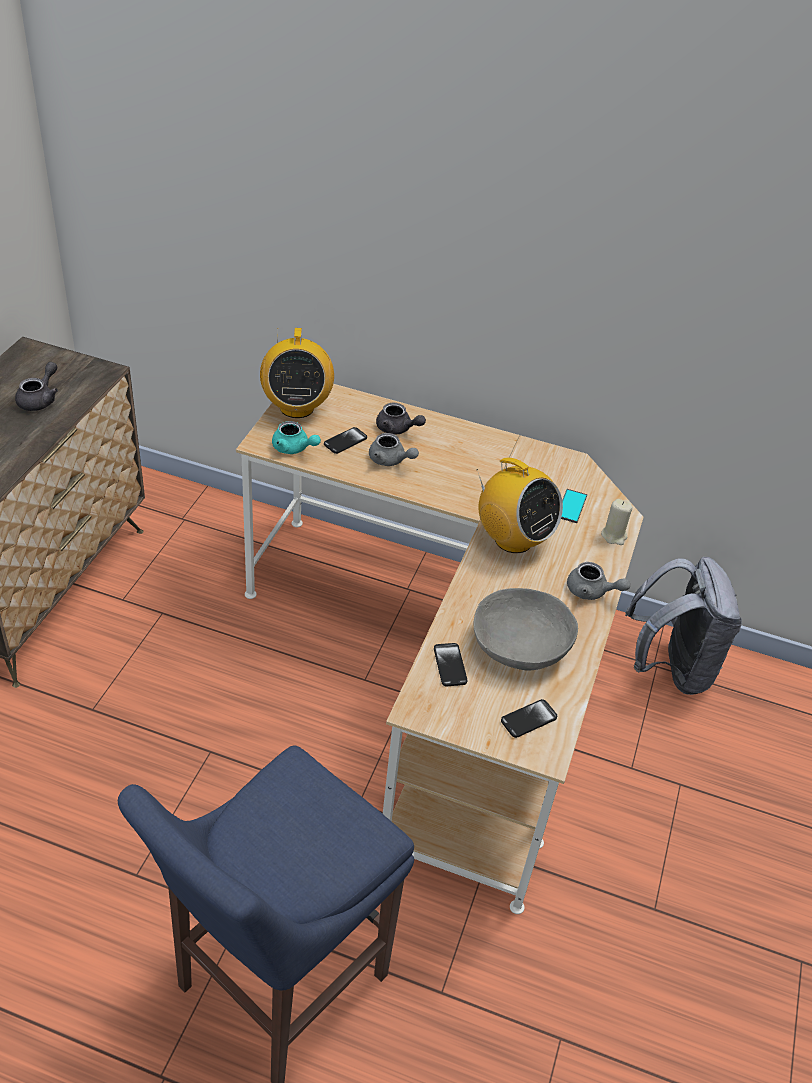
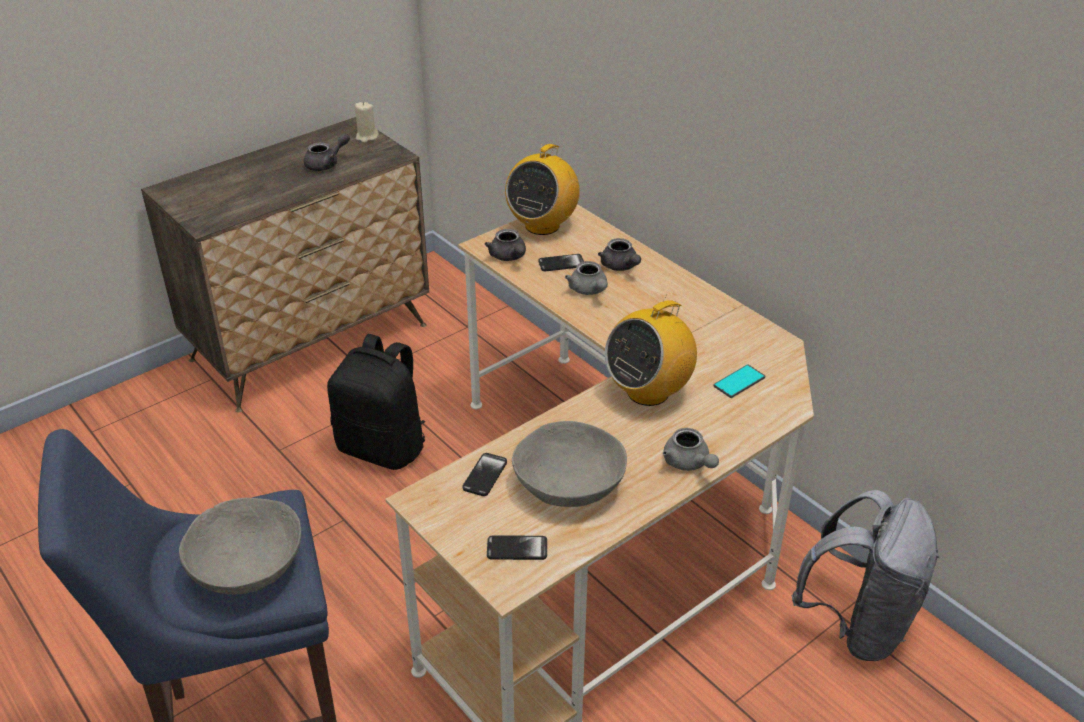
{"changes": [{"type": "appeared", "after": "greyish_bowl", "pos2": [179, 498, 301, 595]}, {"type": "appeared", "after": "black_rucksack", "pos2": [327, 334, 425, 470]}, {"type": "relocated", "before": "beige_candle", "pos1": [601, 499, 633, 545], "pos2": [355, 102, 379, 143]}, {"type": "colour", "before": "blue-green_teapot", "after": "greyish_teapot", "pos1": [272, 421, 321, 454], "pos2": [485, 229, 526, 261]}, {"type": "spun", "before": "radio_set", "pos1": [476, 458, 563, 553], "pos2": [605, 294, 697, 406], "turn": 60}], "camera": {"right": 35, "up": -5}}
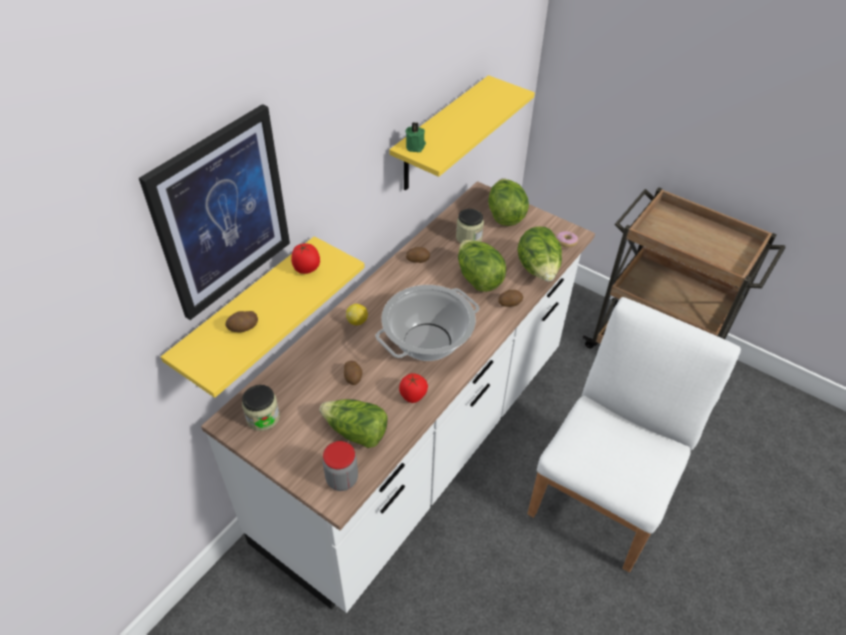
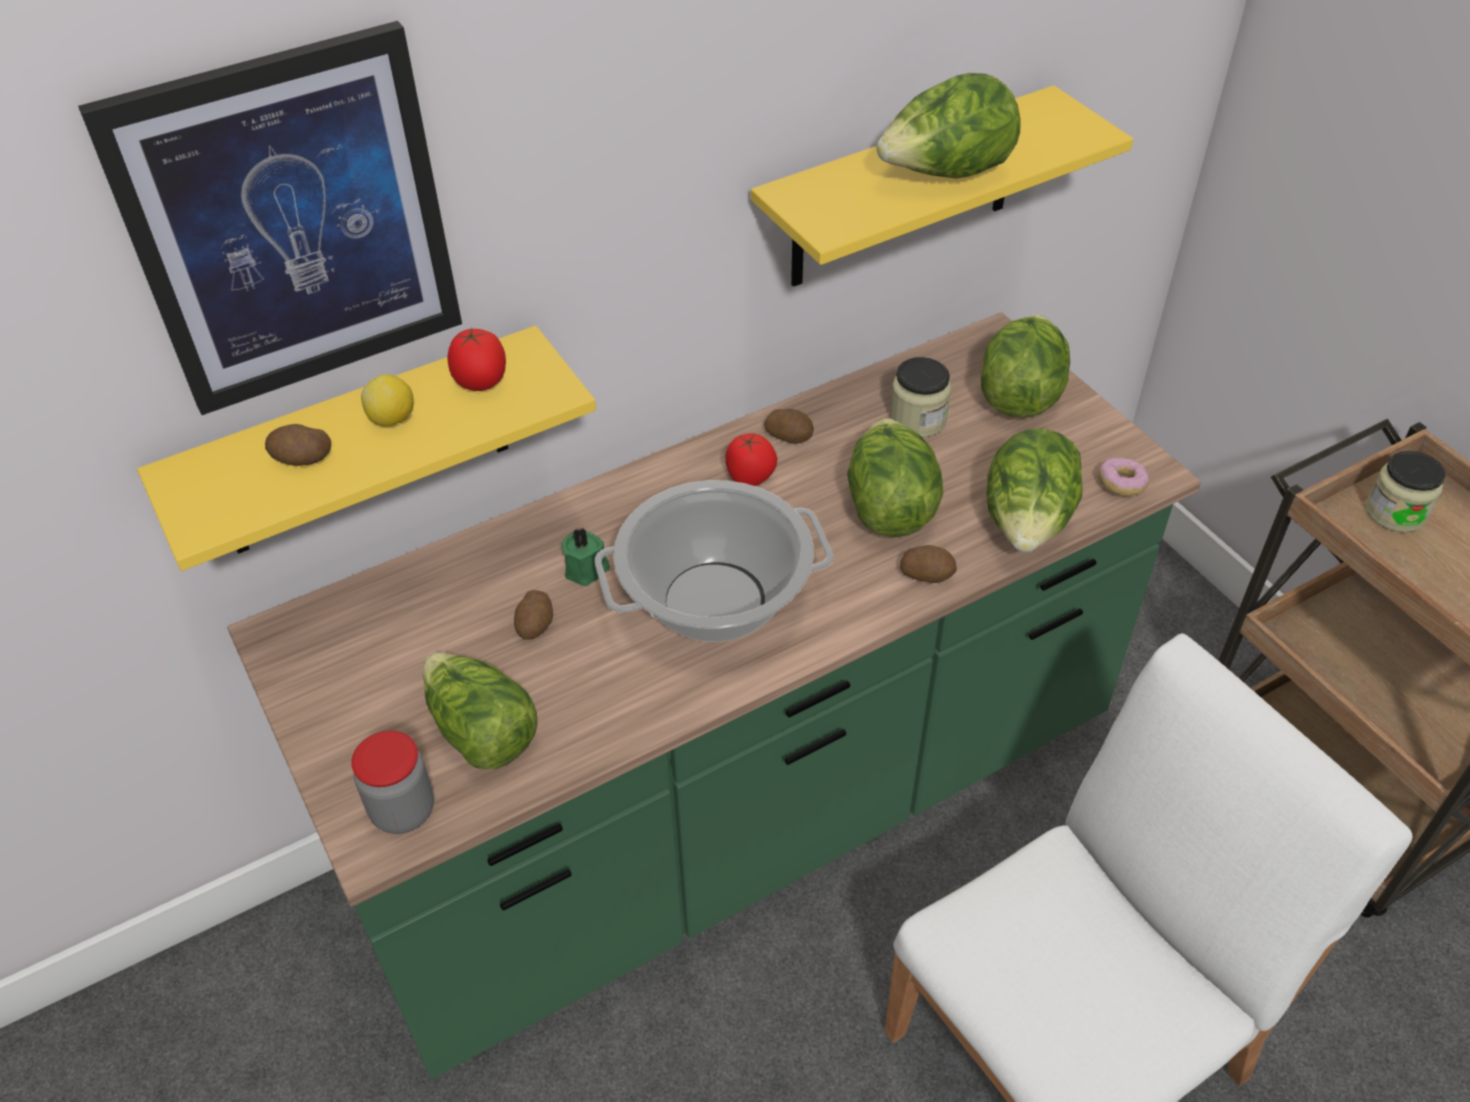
{"changes": [{"type": "appeared", "after": "lettuce_head", "pos2": [876, 73, 1021, 179]}, {"type": "relocated", "before": "preserve_jar", "pos1": [242, 385, 280, 431], "pos2": [1366, 451, 1445, 533]}, {"type": "relocated", "before": "citrus_fruit", "pos1": [346, 304, 368, 325], "pos2": [361, 374, 414, 427]}, {"type": "relocated", "before": "fresh_tomato", "pos1": [399, 373, 428, 403], "pos2": [725, 433, 777, 486]}, {"type": "relocated", "before": "green-coloured_candle", "pos1": [406, 122, 426, 152], "pos2": [562, 527, 610, 586]}, {"type": "colour", "before": "white_kitchen_counter", "after": "green-coloured_kitchen_counter", "pos1": [201, 181, 595, 613], "pos2": [227, 312, 1201, 1079]}], "camera": {"right": 25, "up": 0}}
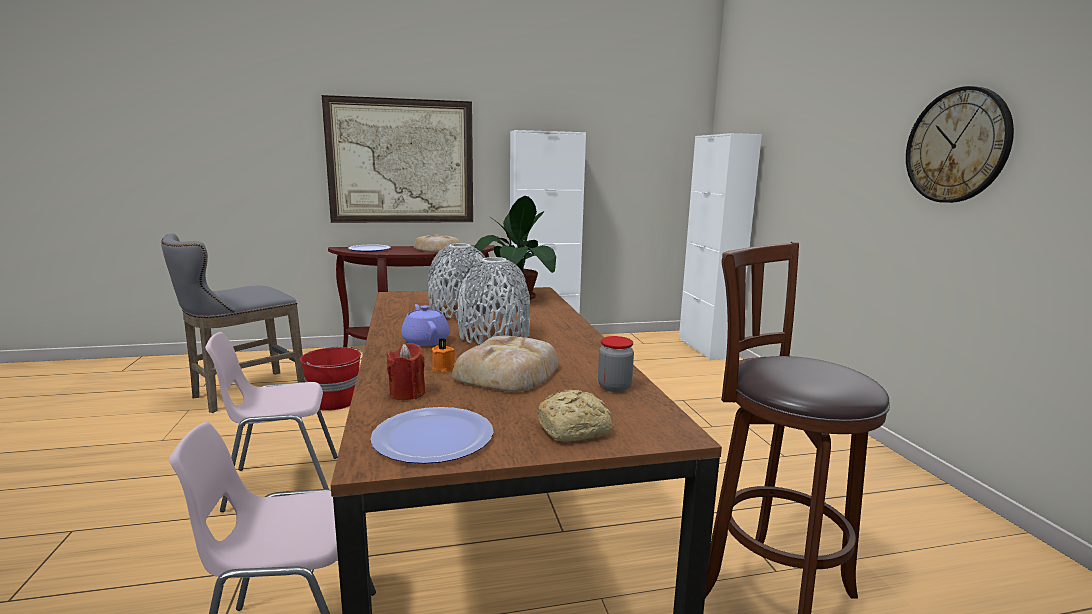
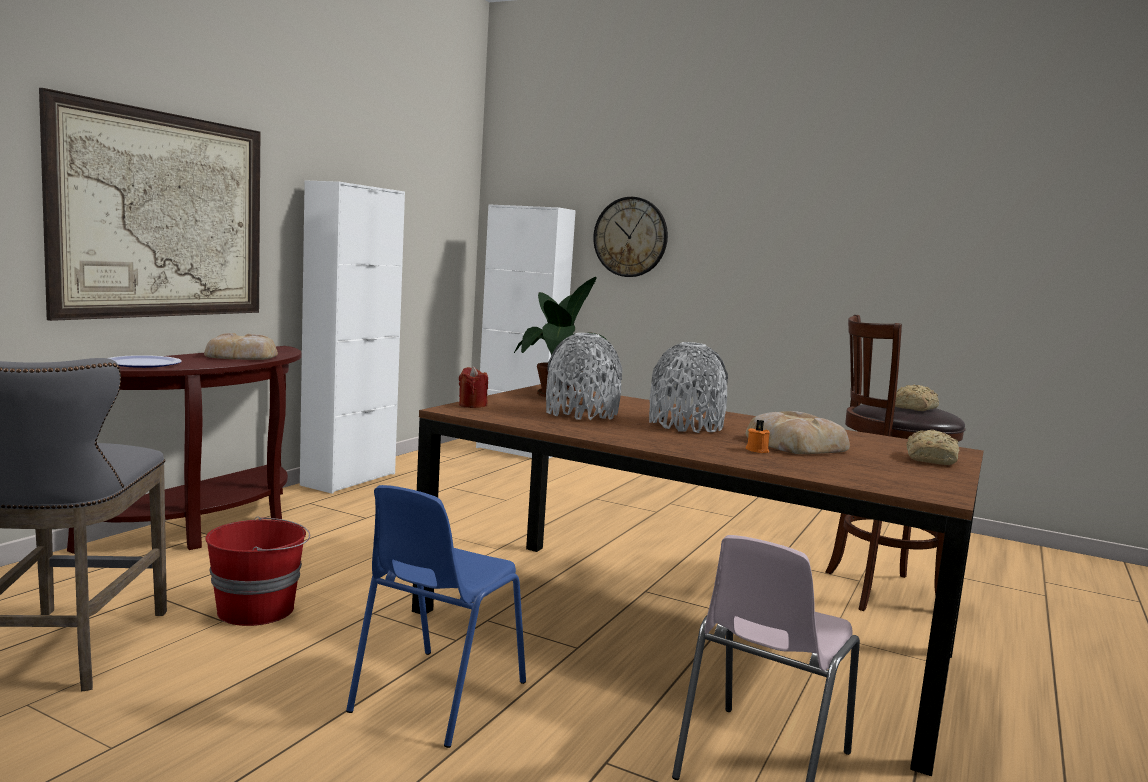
{"changes": [{"type": "missing", "before": "flat_dish", "pos1": [370, 407, 493, 464]}, {"type": "missing", "before": "purplish_teapot", "pos1": [401, 304, 450, 346]}, {"type": "missing", "before": "preserve_jar", "pos1": [598, 336, 634, 392]}, {"type": "appeared", "after": "baked_bread", "pos2": [895, 385, 939, 411]}, {"type": "relocated", "before": "red_candle", "pos1": [387, 343, 425, 400], "pos2": [459, 366, 488, 408]}, {"type": "relocated", "before": "clock_on_the_wall", "pos1": [906, 86, 1014, 203], "pos2": [593, 197, 668, 277]}, {"type": "colour", "before": "pinkish_chair", "after": "bluish_chair", "pos1": [205, 332, 338, 512], "pos2": [346, 485, 526, 748]}], "camera": {"right": -50, "up": -5}}
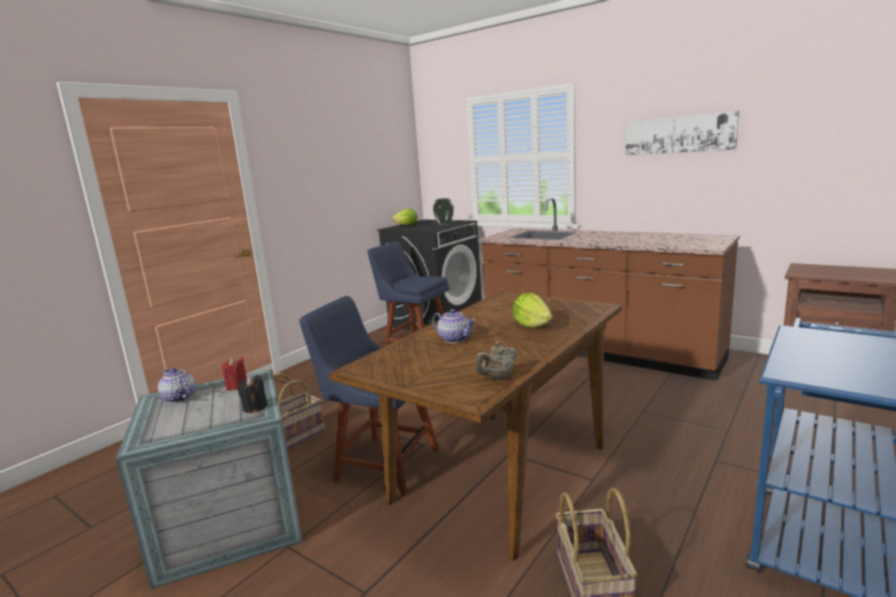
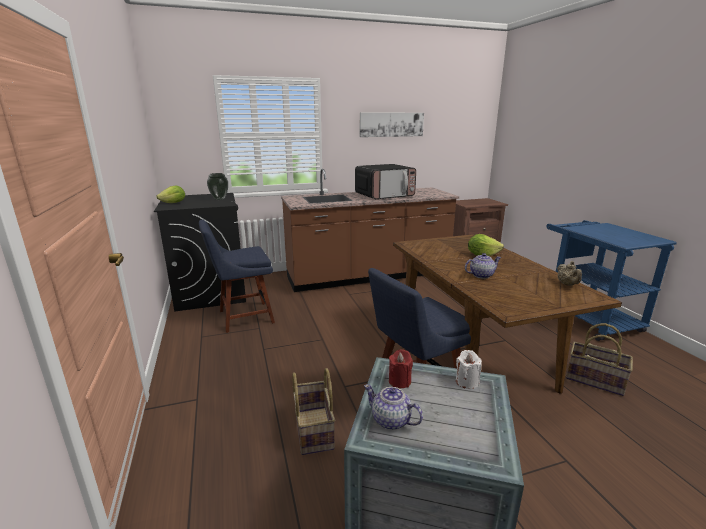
{"changes": [{"type": "appeared", "after": "microwave_oven", "pos2": [355, 164, 416, 199]}, {"type": "colour", "before": "black_candle", "after": "white_candle", "pos1": [238, 375, 268, 413], "pos2": [456, 350, 482, 389]}, {"type": "spun", "before": "teapot", "pos1": [158, 368, 196, 403], "pos2": [364, 384, 423, 430], "turn": 45}], "camera": {"right": -55, "up": 5}}
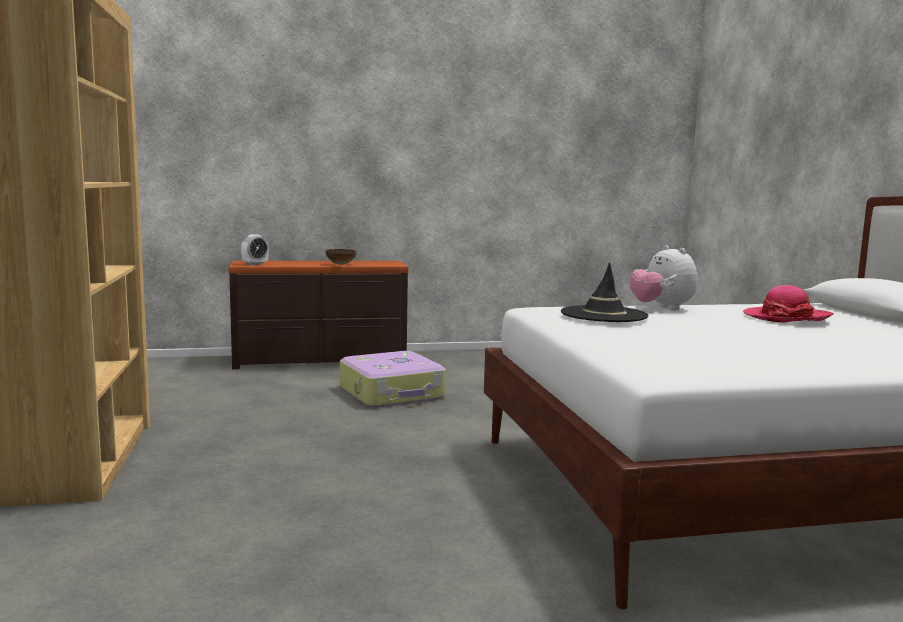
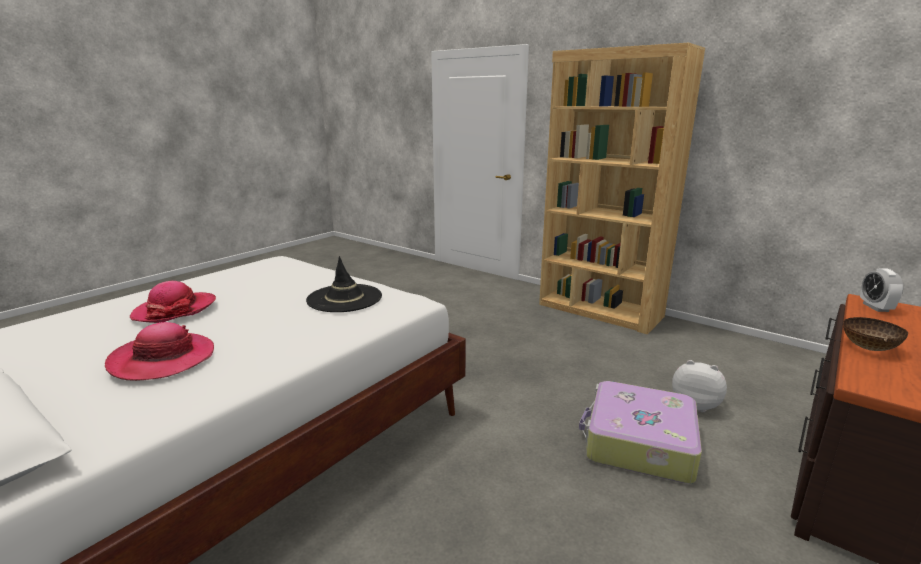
{"changes": [{"type": "appeared", "after": "wearable_hat", "pos2": [130, 281, 216, 323]}, {"type": "relocated", "before": "cuddly_toy", "pos1": [629, 245, 697, 310], "pos2": [672, 360, 727, 412]}], "camera": {"right": 140, "up": 10}}
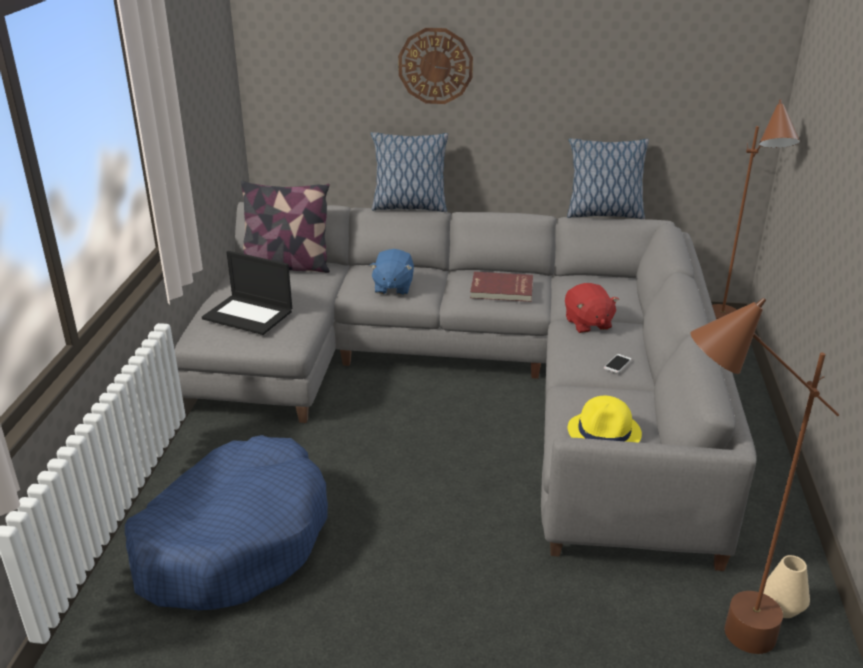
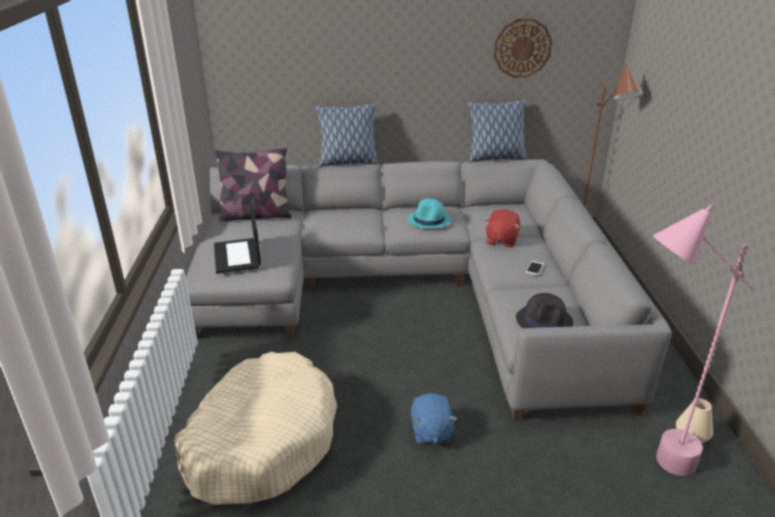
{"changes": [{"type": "relocated", "before": "bluish_cuddly_toy", "pos1": [369, 249, 414, 295], "pos2": [411, 393, 457, 445]}, {"type": "relocated", "before": "clock_on_the_wall", "pos1": [398, 28, 473, 104], "pos2": [494, 18, 552, 78]}, {"type": "exchanged", "before": "red_bound_book", "after": "blue-green_wearable_hat", "pos1": [470, 272, 533, 302], "pos2": [407, 198, 451, 229]}, {"type": "colour", "before": "bluish_pet_bed", "after": "beige_pet_bed", "pos1": [125, 435, 328, 610], "pos2": [174, 352, 337, 505]}, {"type": "colour", "before": "yellow_wearable_hat", "after": "black_wearable_hat", "pos1": [568, 396, 642, 442], "pos2": [516, 293, 573, 329]}, {"type": "colour", "before": "brown-coloured_floor_lamp", "after": "pinkish_floor_lamp", "pos1": [690, 298, 839, 654], "pos2": [653, 205, 755, 476]}, {"type": "spun", "before": "laptop", "pos1": [202, 251, 292, 335], "pos2": [214, 203, 261, 274], "turn": 60}, {"type": "spun", "before": "red_cuddly_toy", "pos1": [565, 283, 619, 333], "pos2": [484, 209, 520, 247], "turn": 45}], "camera": {"right": -10, "up": 0}}
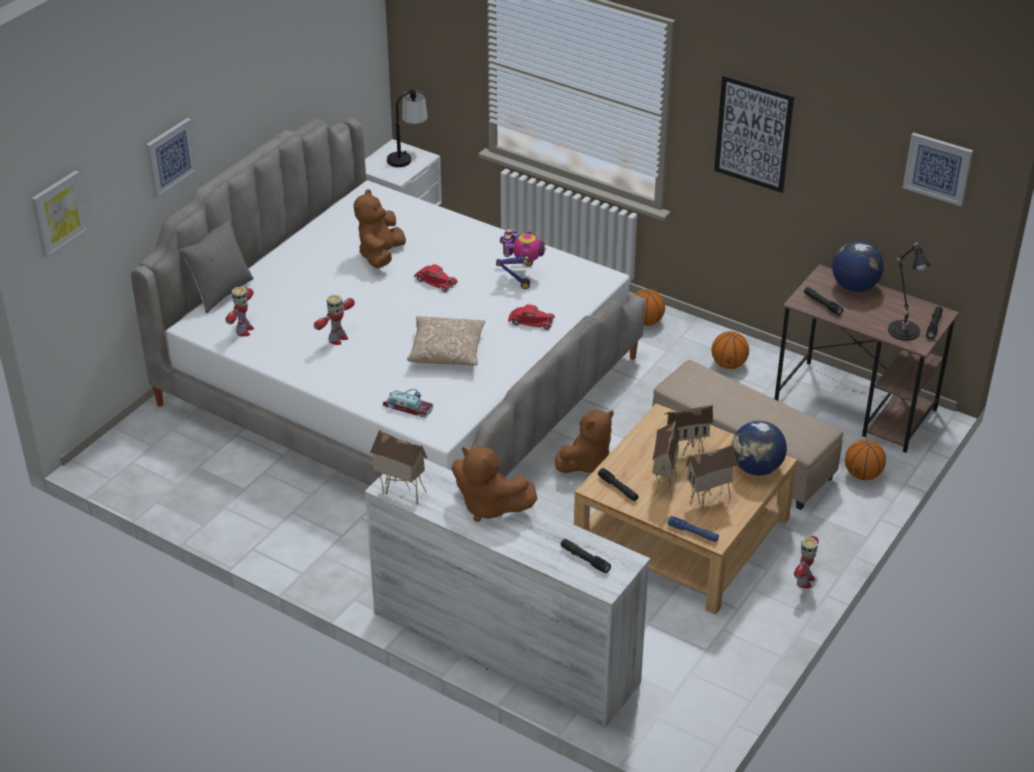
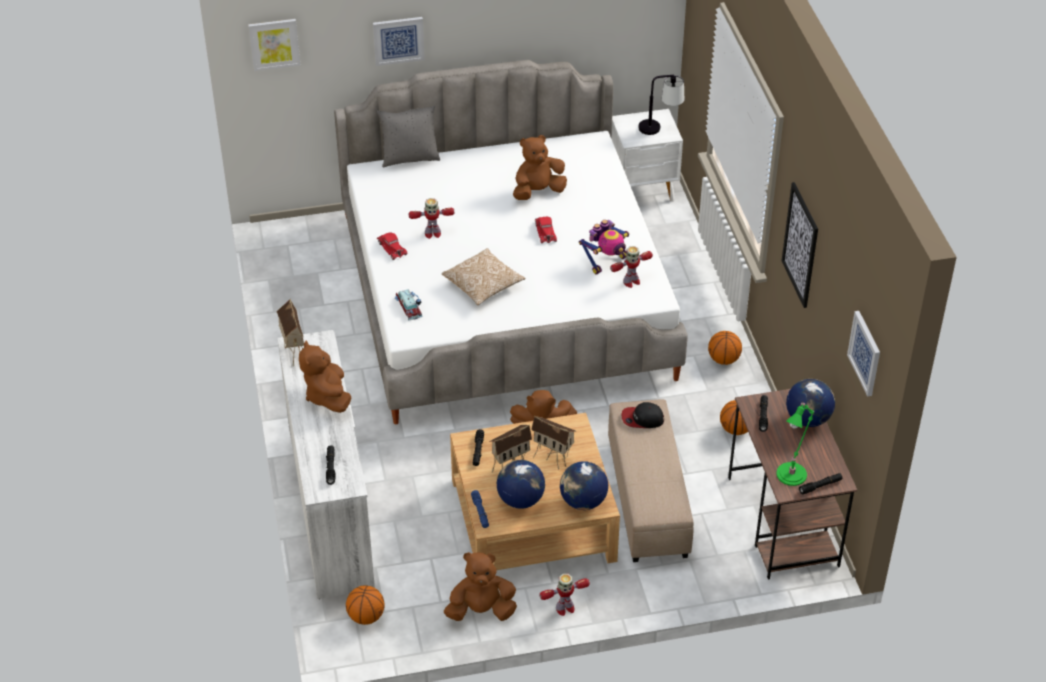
{"changes": [{"type": "appeared", "after": "brown-coloured_cuddly_toy", "pos2": [444, 552, 517, 621]}, {"type": "appeared", "after": "cap", "pos2": [622, 402, 664, 428]}, {"type": "relocated", "before": "model_robot", "pos1": [225, 287, 254, 337], "pos2": [610, 246, 653, 288]}, {"type": "relocated", "before": "red_miniature_car", "pos1": [508, 304, 555, 330], "pos2": [377, 233, 408, 260]}, {"type": "relocated", "before": "ball_for_basketball", "pos1": [845, 439, 886, 480], "pos2": [346, 585, 385, 625]}, {"type": "exchanged", "before": "model_house", "after": "desk_globe", "pos1": [686, 444, 737, 511], "pos2": [497, 460, 545, 509]}, {"type": "colour", "before": "black_lamp_for_a_table", "after": "green-coloured_lamp_for_a_table", "pos1": [888, 242, 931, 341], "pos2": [777, 401, 814, 486]}], "camera": {"right": 45, "up": 5}}
